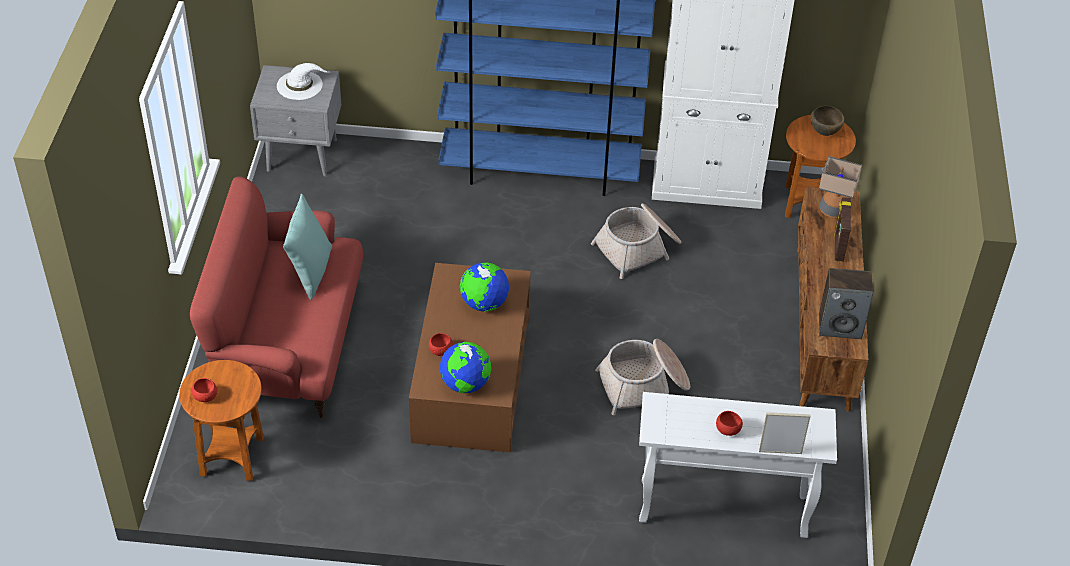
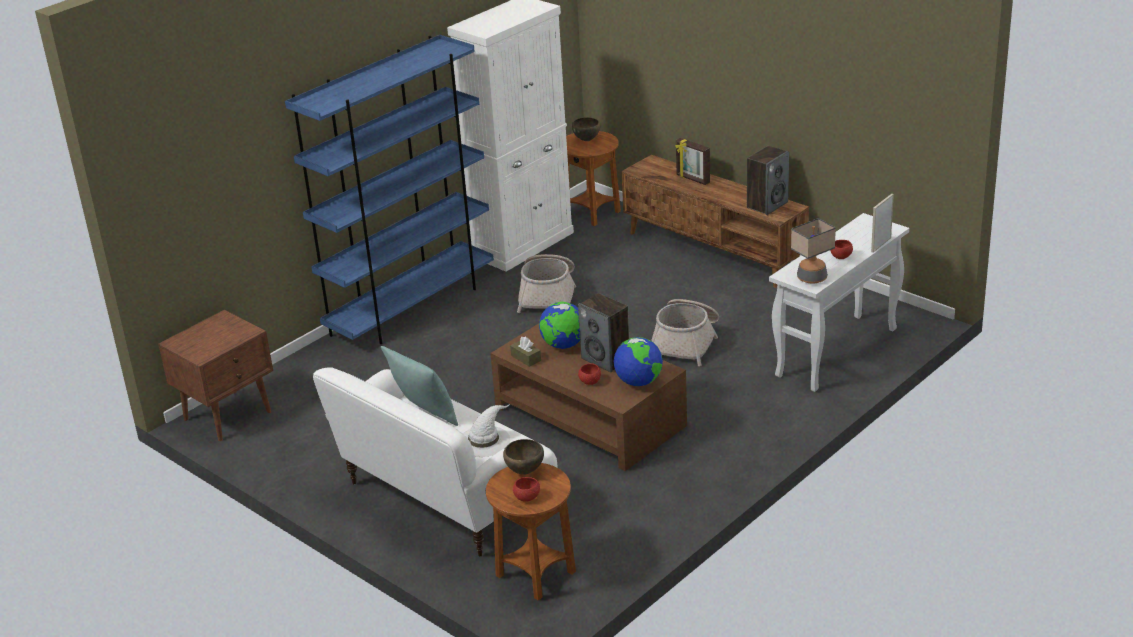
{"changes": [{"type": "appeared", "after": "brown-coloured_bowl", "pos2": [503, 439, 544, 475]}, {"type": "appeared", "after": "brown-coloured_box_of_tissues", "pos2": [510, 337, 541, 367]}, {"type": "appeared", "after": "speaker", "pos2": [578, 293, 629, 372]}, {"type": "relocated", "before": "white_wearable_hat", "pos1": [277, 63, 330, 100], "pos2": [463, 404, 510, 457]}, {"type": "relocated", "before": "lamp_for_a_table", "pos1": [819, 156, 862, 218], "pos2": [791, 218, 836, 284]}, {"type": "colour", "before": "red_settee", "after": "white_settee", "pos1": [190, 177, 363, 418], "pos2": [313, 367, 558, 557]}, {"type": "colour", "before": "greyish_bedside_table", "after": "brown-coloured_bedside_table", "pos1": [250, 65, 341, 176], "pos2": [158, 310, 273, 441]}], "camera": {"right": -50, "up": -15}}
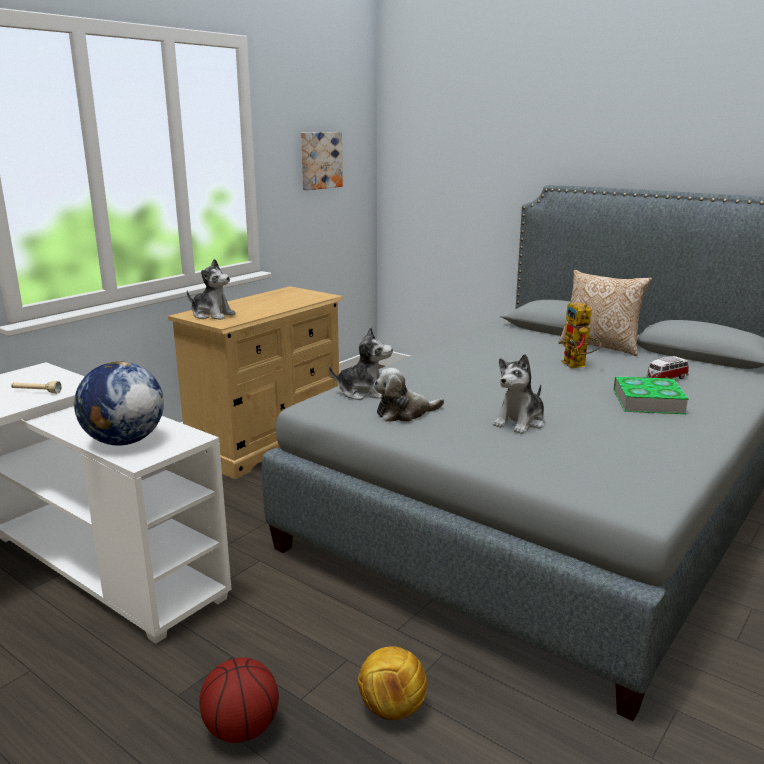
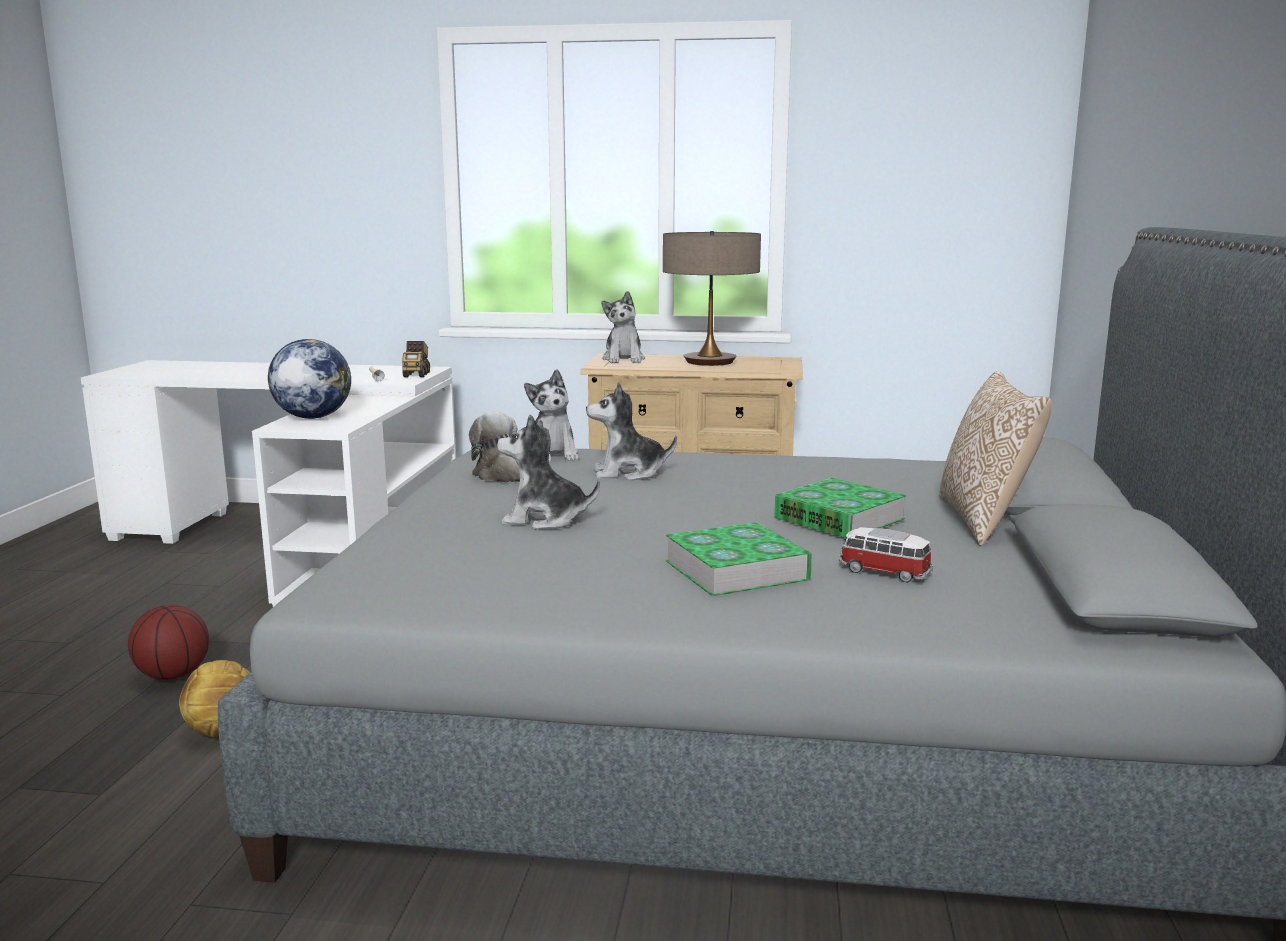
{"changes": [{"type": "missing", "before": "wall_picture", "pos1": [301, 132, 343, 190]}, {"type": "appeared", "after": "model_truck", "pos2": [402, 341, 430, 377]}, {"type": "appeared", "after": "cuddly_toy", "pos2": [586, 382, 677, 481]}, {"type": "appeared", "after": "lamp_for_a_table", "pos2": [663, 231, 761, 366]}, {"type": "exchanged", "before": "model_robot", "after": "bound_book", "pos1": [561, 303, 601, 368], "pos2": [774, 478, 906, 538]}], "camera": {"right": 60, "up": -5}}
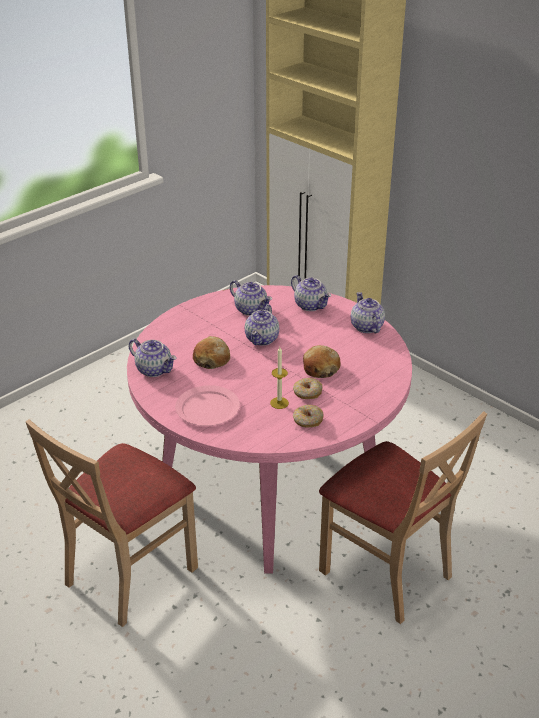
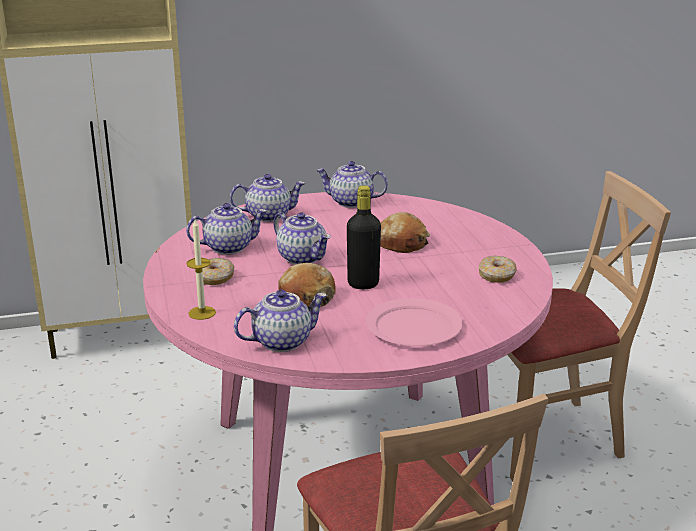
{"changes": [{"type": "appeared", "after": "black_beverage_bottle", "pos2": [347, 186, 381, 289]}, {"type": "relocated", "before": "candle", "pos1": [270, 347, 289, 409], "pos2": [186, 220, 216, 320]}, {"type": "relocated", "before": "doughnut", "pos1": [293, 378, 323, 399], "pos2": [195, 258, 234, 285]}], "camera": {"right": -60, "up": -10}}
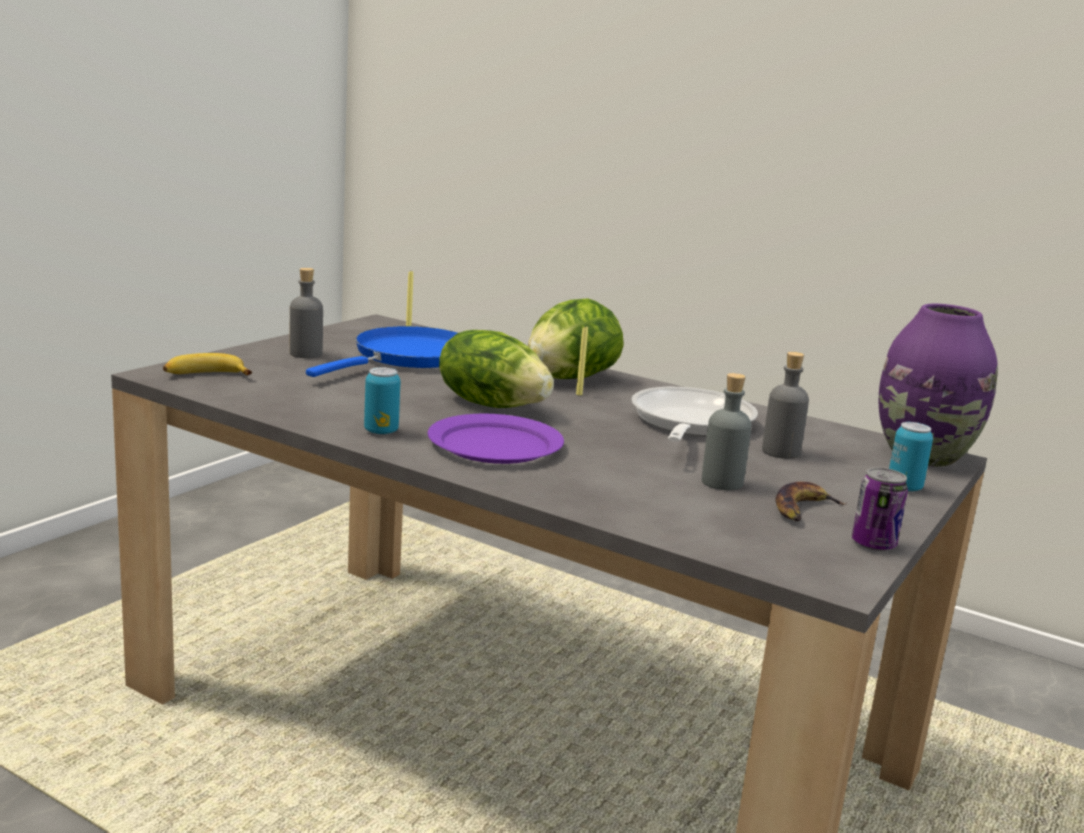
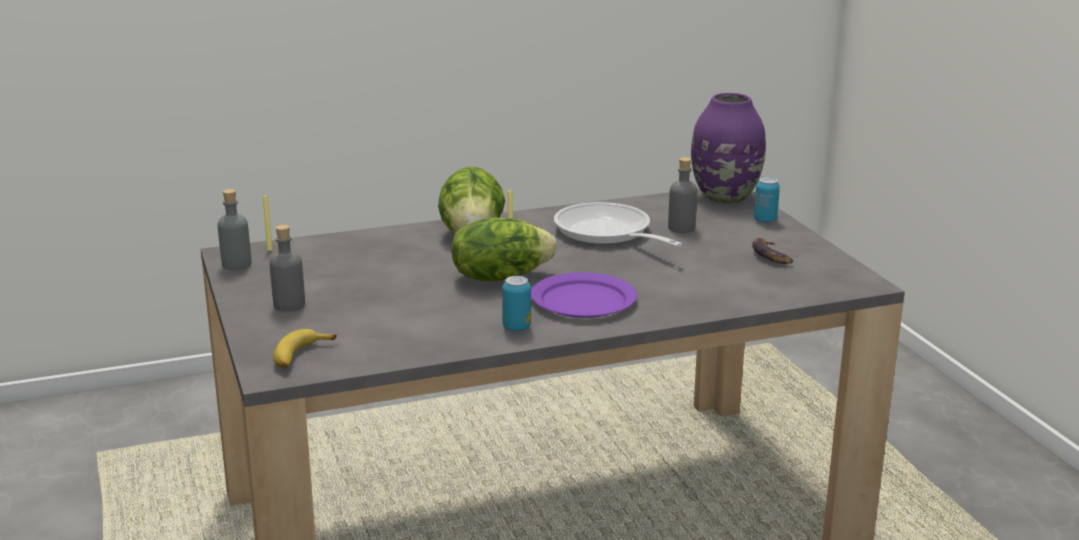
{"changes": [{"type": "missing", "before": "bluish_frying_pan", "pos1": [306, 326, 457, 377]}, {"type": "missing", "before": "sealed_can", "pos1": [852, 468, 908, 551]}, {"type": "relocated", "before": "greyish_beverage_bottle", "pos1": [702, 373, 752, 490], "pos2": [217, 189, 252, 270]}], "camera": {"right": -50, "up": 5}}
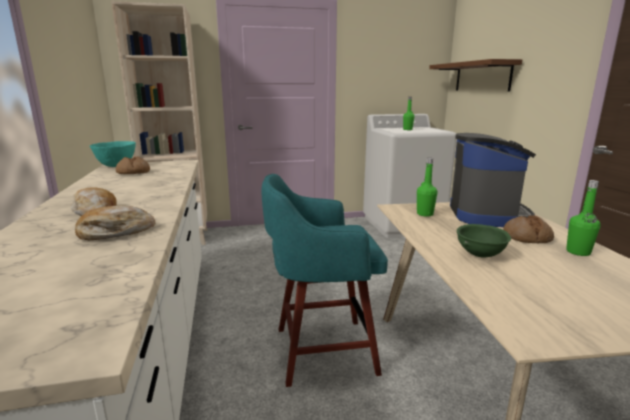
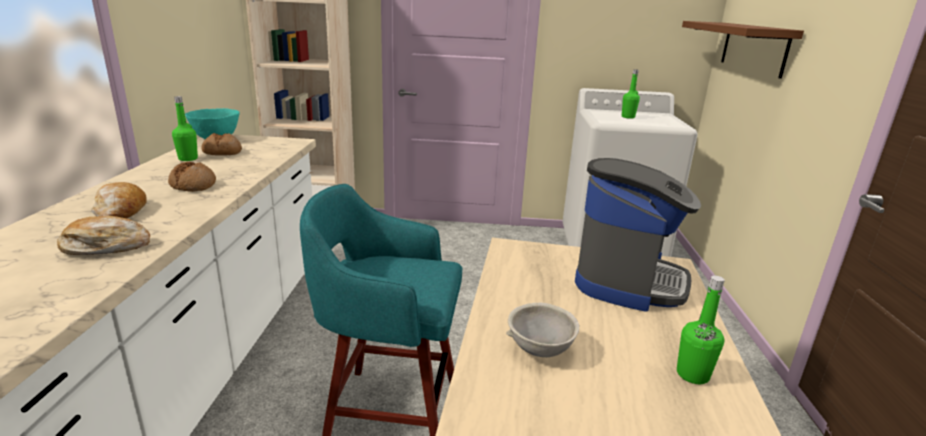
{"changes": [{"type": "relocated", "before": "green-coloured_beverage_bottle", "pos1": [417, 158, 437, 217], "pos2": [172, 96, 198, 161]}, {"type": "relocated", "before": "baked_bread", "pos1": [503, 215, 554, 243], "pos2": [168, 162, 216, 192]}, {"type": "colour", "before": "green-coloured_bowl", "after": "greyish_bowl", "pos1": [457, 224, 511, 258], "pos2": [506, 303, 580, 357]}], "camera": {"right": 15, "up": 5}}
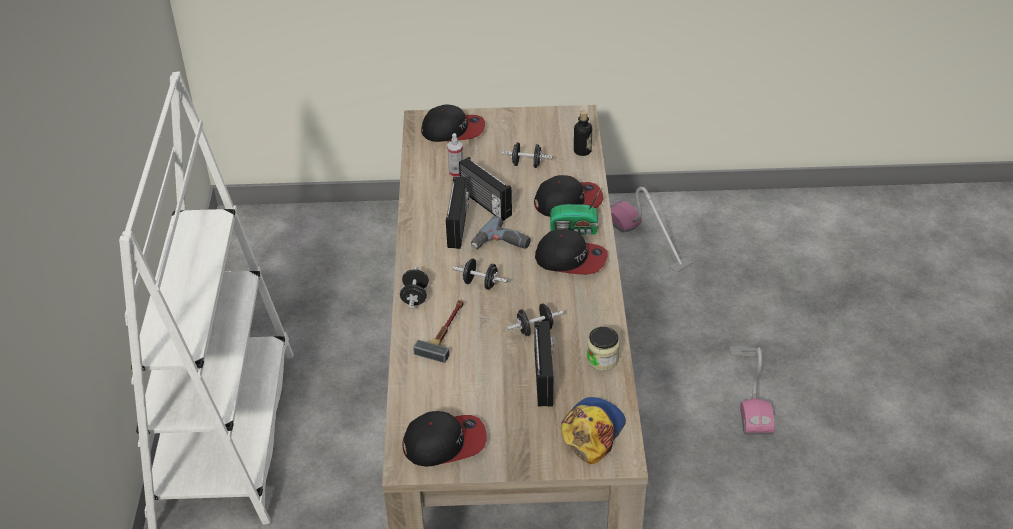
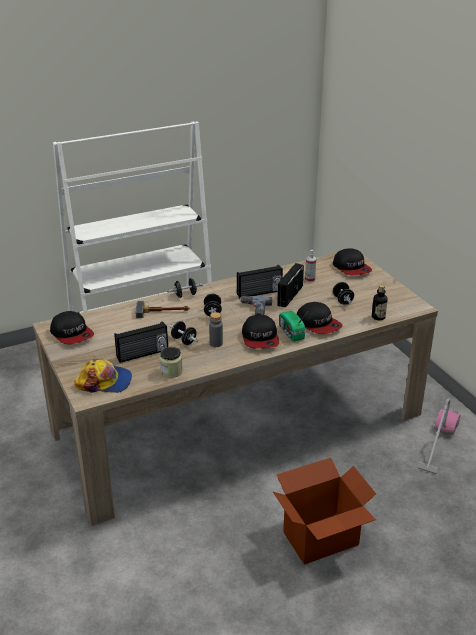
{"changes": [{"type": "appeared", "after": "greyish_beverage_bottle", "pos2": [209, 312, 223, 347]}, {"type": "exchanged", "before": "vacuum", "after": "packing_box", "pos1": [730, 346, 775, 434], "pos2": [273, 458, 376, 565]}], "camera": {"right": 65, "up": -10}}
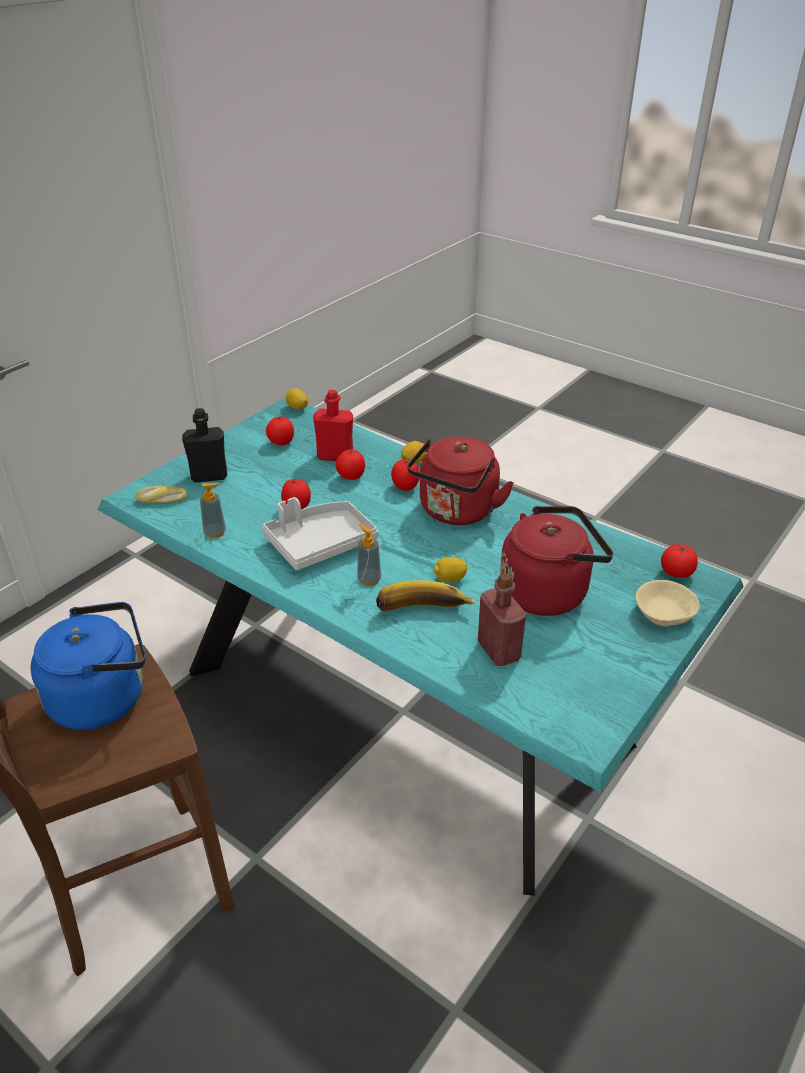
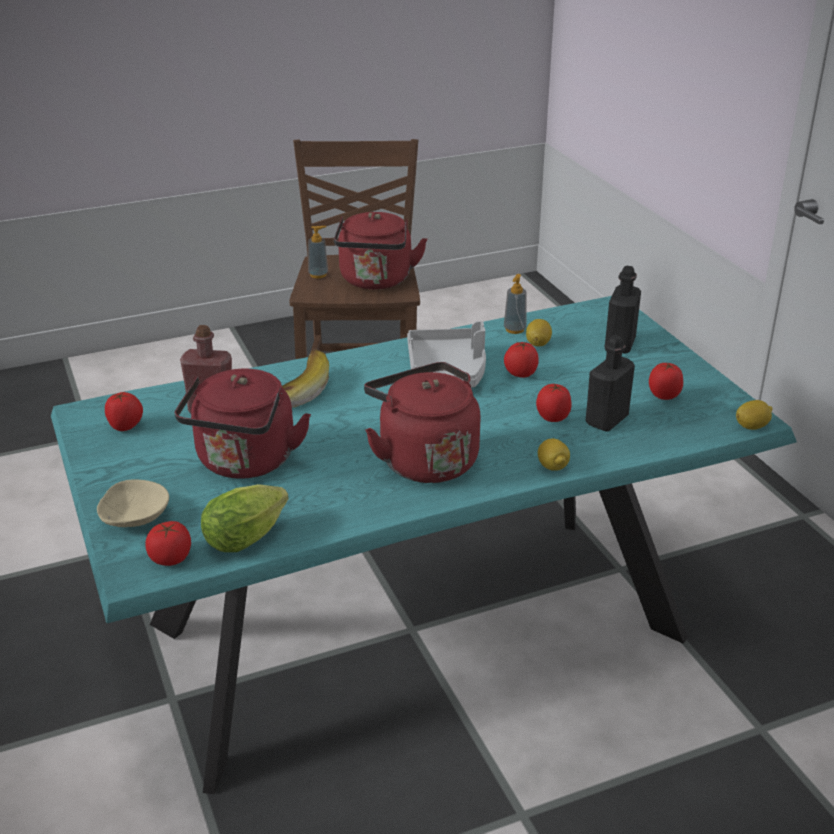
{"changes": [{"type": "missing", "before": "baked_bread", "pos1": [135, 486, 187, 503]}, {"type": "appeared", "after": "lettuce_head", "pos2": [201, 484, 289, 552]}, {"type": "relocated", "before": "soap_bottle", "pos1": [357, 524, 381, 586], "pos2": [308, 226, 328, 278]}, {"type": "relocated", "before": "fresh_tomato", "pos1": [391, 460, 419, 491], "pos2": [105, 392, 143, 431]}, {"type": "relocated", "before": "citrus_fruit", "pos1": [434, 557, 467, 582], "pos2": [526, 319, 552, 346]}, {"type": "colour", "before": "bluish_tea_kettle", "after": "red_tea_kettle", "pos1": [31, 602, 145, 730], "pos2": [334, 212, 427, 289]}, {"type": "colour", "before": "red_beverage_bottle", "after": "black_beverage_bottle", "pos1": [313, 390, 353, 461], "pos2": [585, 335, 635, 432]}], "camera": {"right": 120, "up": -5}}
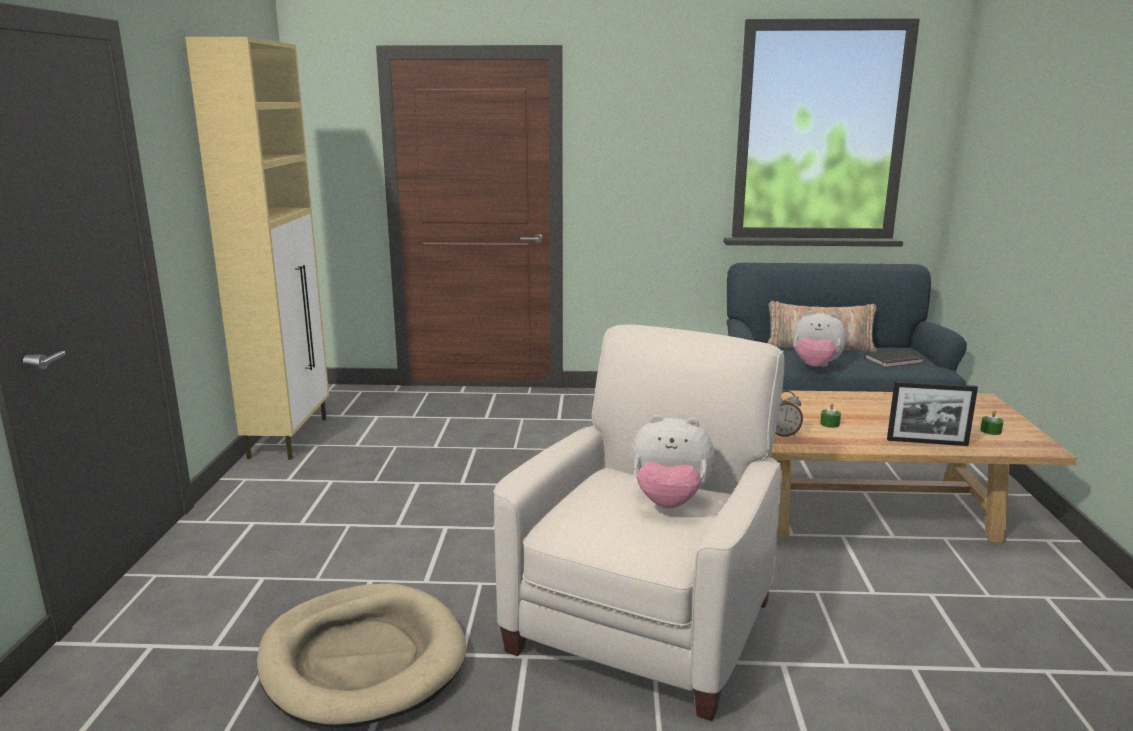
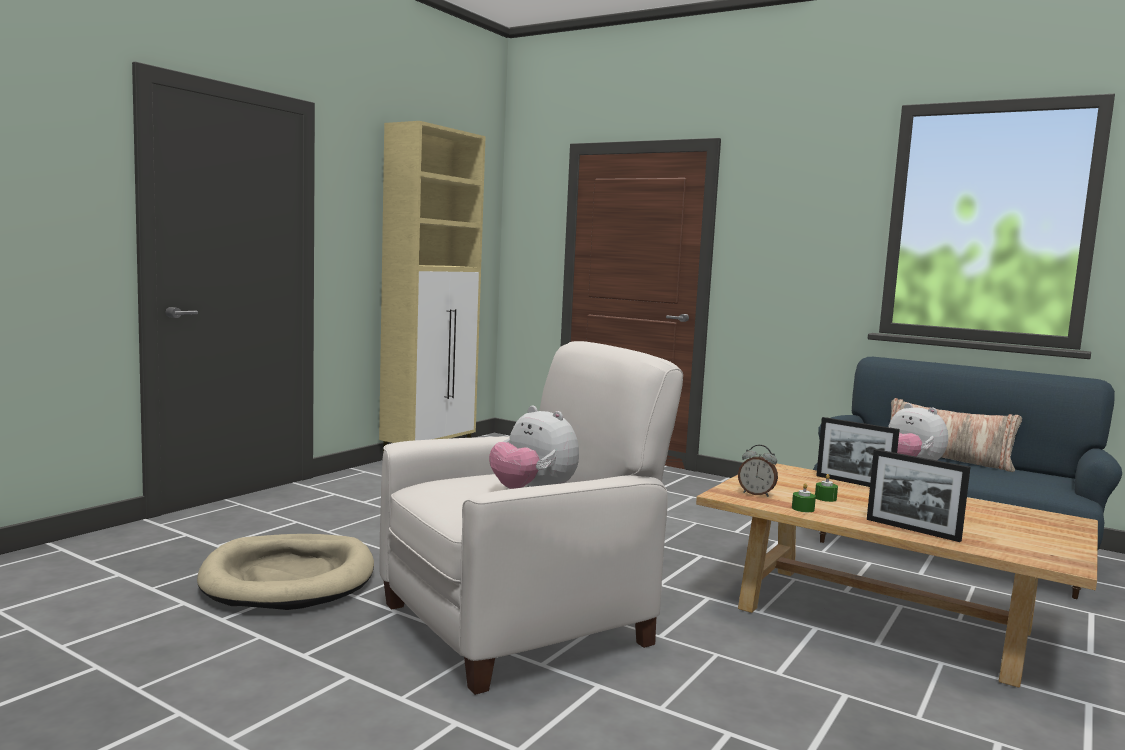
{"changes": [{"type": "missing", "before": "black_bound_book", "pos1": [864, 349, 924, 368]}, {"type": "appeared", "after": "standing_frame", "pos2": [816, 417, 900, 487]}, {"type": "relocated", "before": "green-coloured_candle", "pos1": [980, 410, 1003, 435], "pos2": [792, 483, 816, 512]}], "camera": {"right": 30, "up": -10}}
